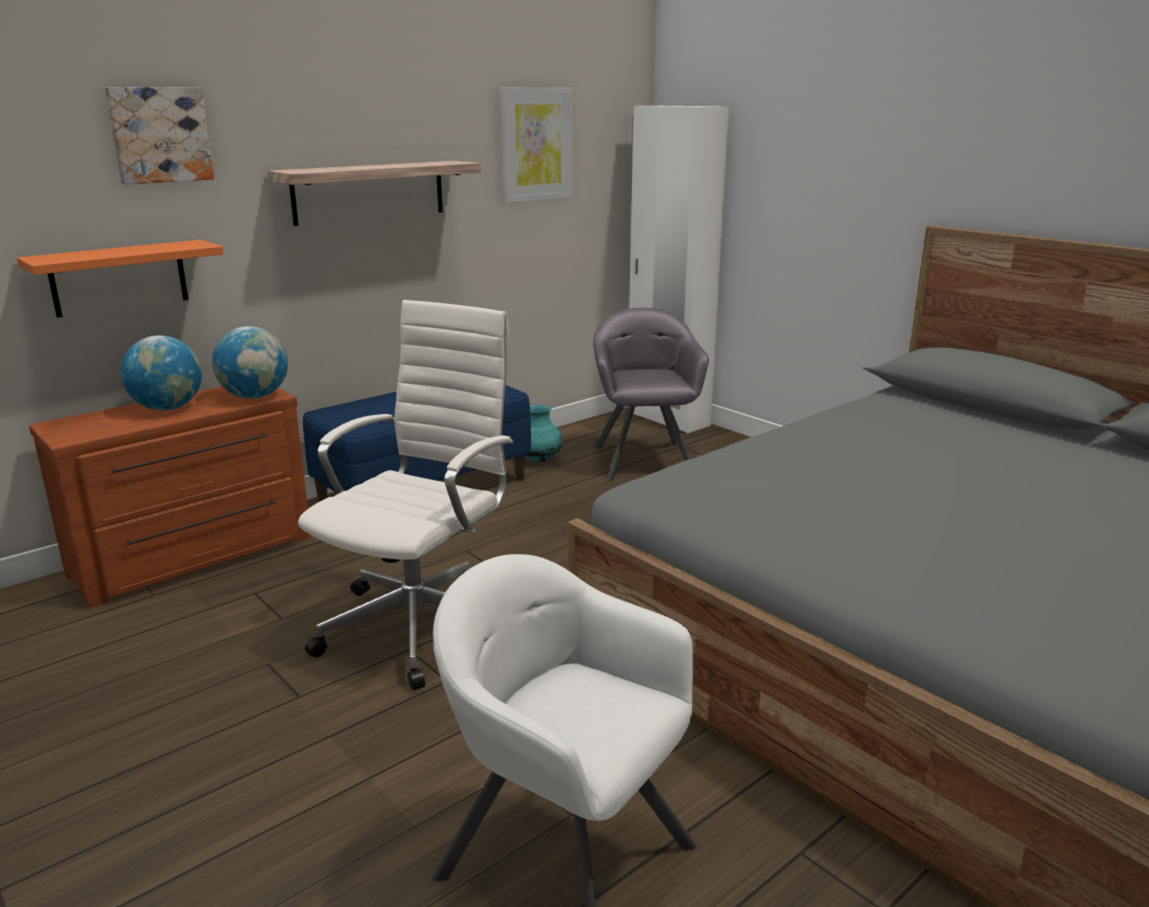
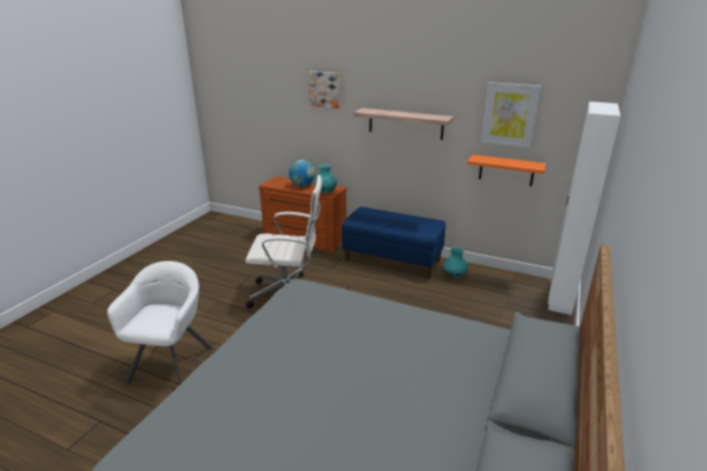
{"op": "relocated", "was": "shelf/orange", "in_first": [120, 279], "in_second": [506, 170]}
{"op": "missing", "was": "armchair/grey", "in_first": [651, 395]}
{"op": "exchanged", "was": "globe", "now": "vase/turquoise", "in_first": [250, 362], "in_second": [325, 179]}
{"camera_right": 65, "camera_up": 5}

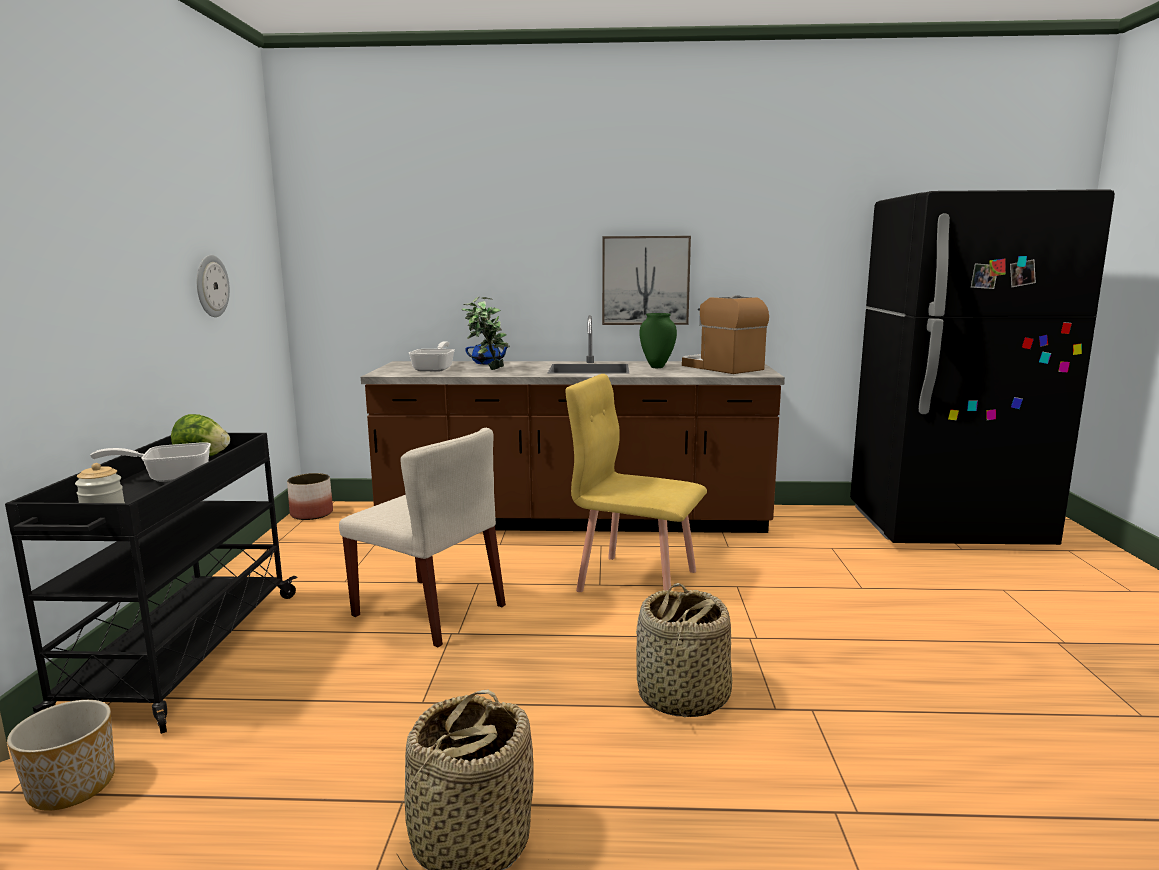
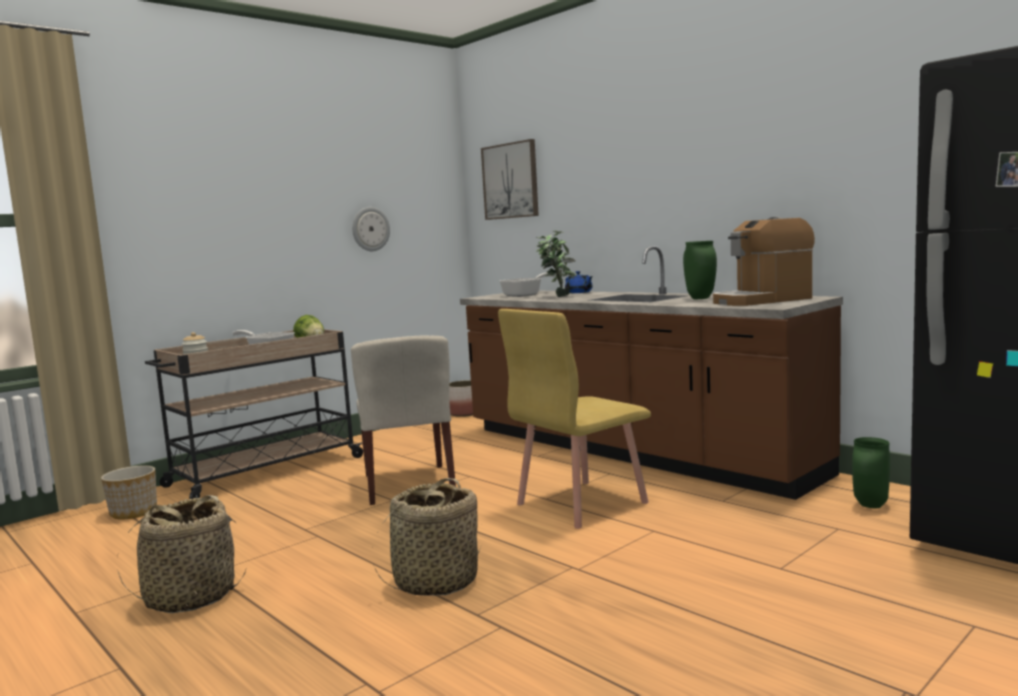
{"op": "relocated", "was": "picture", "in_first": [646, 280], "in_second": [510, 179]}
{"op": "spun", "was": "coffee machine", "in_first": [725, 334], "in_second": [764, 261], "clockwise": -120}
{"op": "spun", "was": "chair/yellow", "in_first": [636, 483], "in_second": [574, 419], "clockwise": -105}
{"op": "colour", "was": "cart/black", "now": "cart/beige", "in_first": [151, 583], "in_second": [254, 414]}
{"op": "appeared", "now": "vase/green", "in_second": [871, 472]}
{"camera_right": 45, "camera_up": -5}

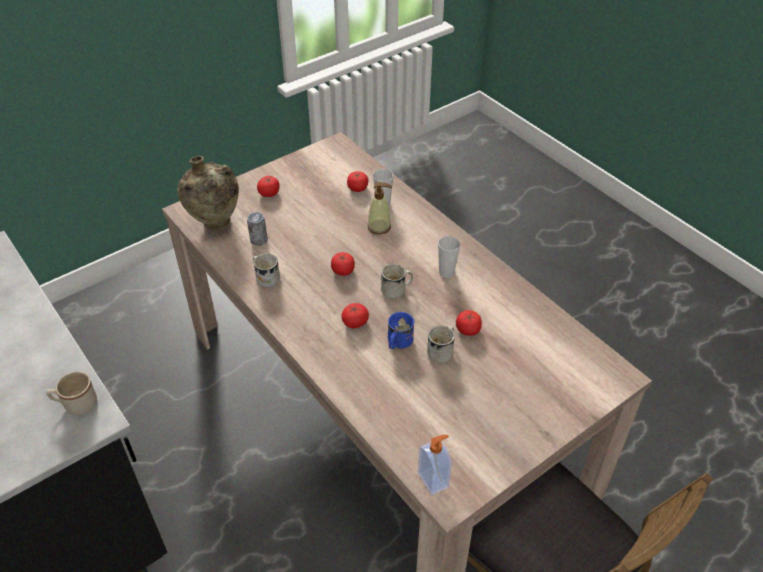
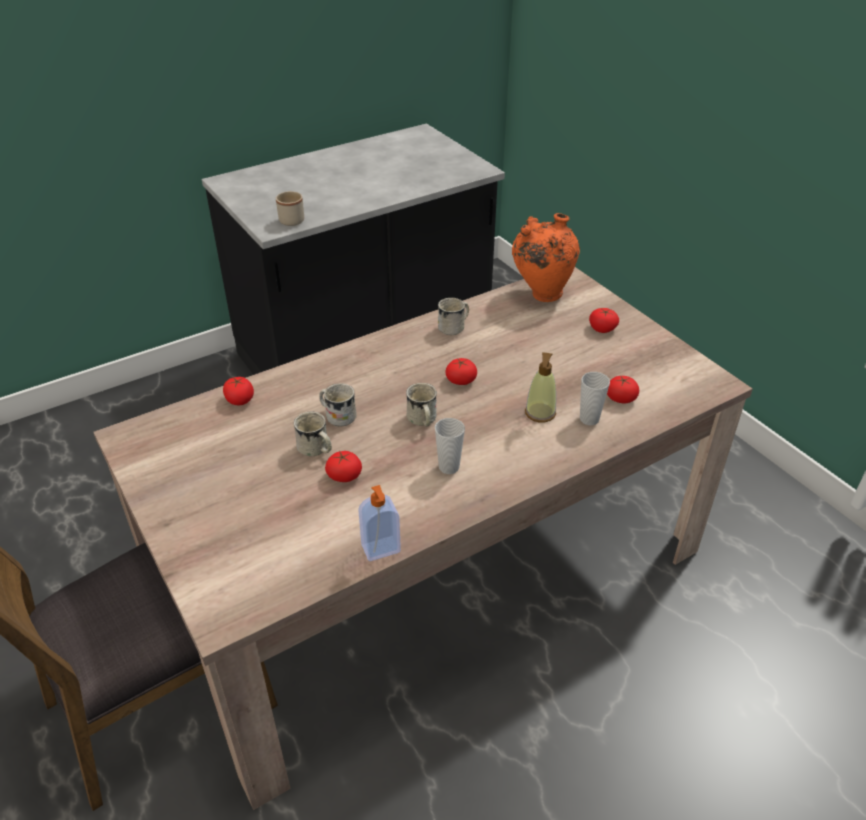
{"op": "colour", "was": "vase/beige", "now": "vase/orange", "in_first": [208, 193], "in_second": [546, 257]}
{"op": "missing", "was": "can", "in_first": [257, 229]}
{"op": "relocated", "was": "tomato", "in_first": [355, 315], "in_second": [238, 391]}
{"op": "colour", "was": "mug/blue", "now": "mug/white", "in_first": [401, 330], "in_second": [338, 405]}
{"op": "relocated", "was": "soap dispenser", "in_first": [435, 465], "in_second": [379, 523]}
{"camera_right": 95, "camera_up": -5}

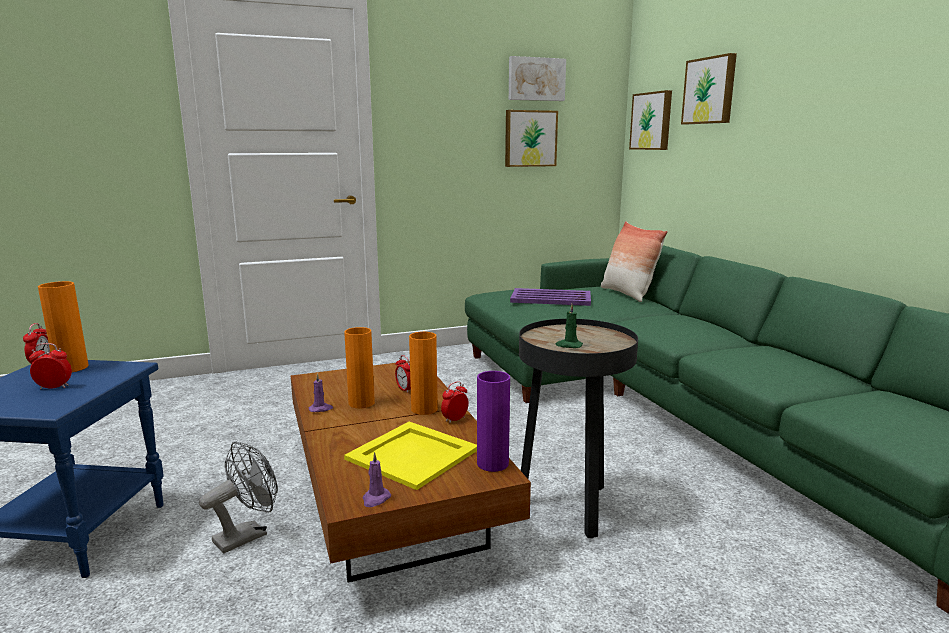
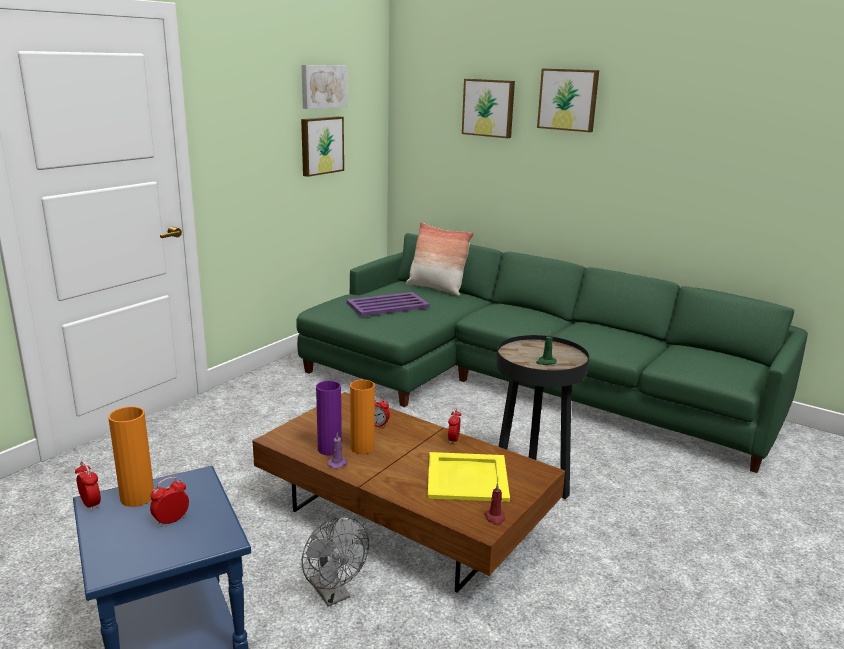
{"op": "relocated", "was": "picture", "in_first": [650, 120], "in_second": [568, 100]}
{"op": "missing", "was": "vase/orange", "in_first": [423, 373]}
{"op": "relocated", "was": "vase/purple", "in_first": [493, 421], "in_second": [329, 418]}
{"op": "spun", "was": "fan/grey", "in_first": [238, 497], "in_second": [335, 562], "clockwise": 135}
{"op": "colour", "was": "candle/purple", "now": "candle/red", "in_first": [377, 479], "in_second": [494, 504]}
{"camera_right": -35, "camera_up": 5}

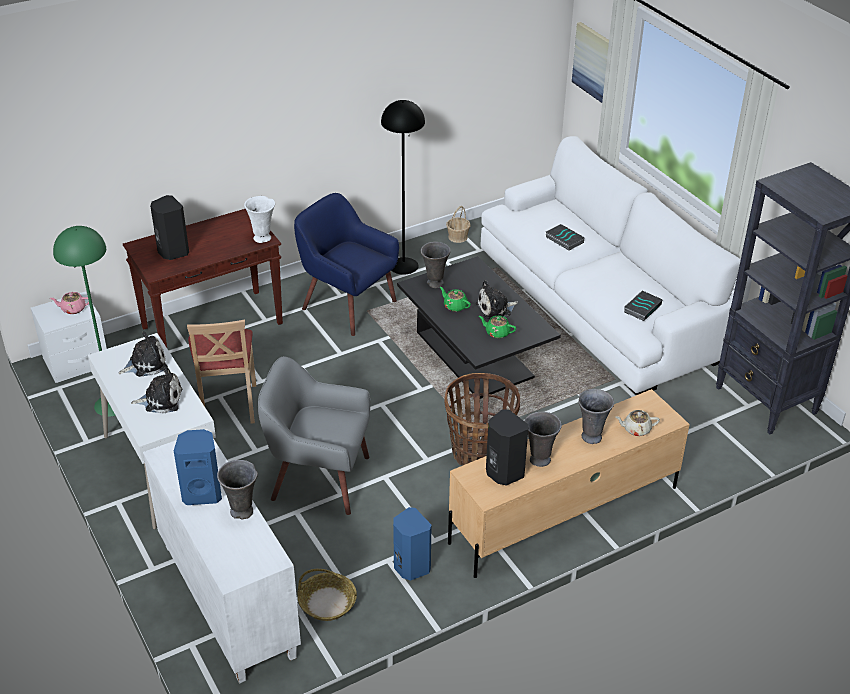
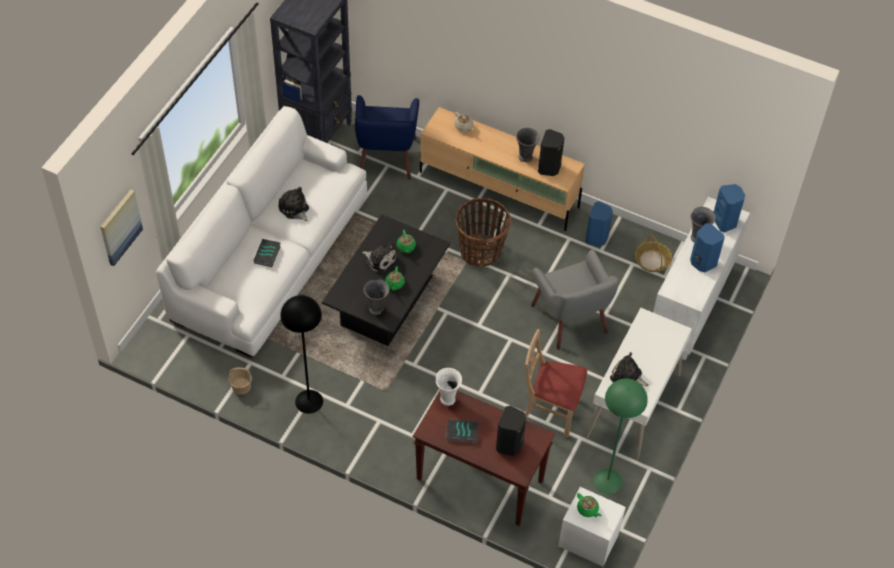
{"op": "relocated", "was": "armchair/blue", "in_first": [346, 264], "in_second": [387, 137]}
{"op": "relocated", "was": "book", "in_first": [643, 305], "in_second": [462, 431]}
{"op": "colour", "was": "teapot/pink", "now": "teapot/green", "in_first": [69, 303], "in_second": [589, 505]}
{"op": "spun", "was": "chair/beige", "in_first": [221, 372], "in_second": [556, 383], "clockwise": -120}
{"op": "relocated", "was": "plush toy", "in_first": [156, 390], "in_second": [293, 204]}
{"op": "missing", "was": "vase/grey", "in_first": [596, 416]}
{"op": "appeared", "now": "speaker/blue", "in_second": [729, 208]}
{"camera_right": -125, "camera_up": 15}

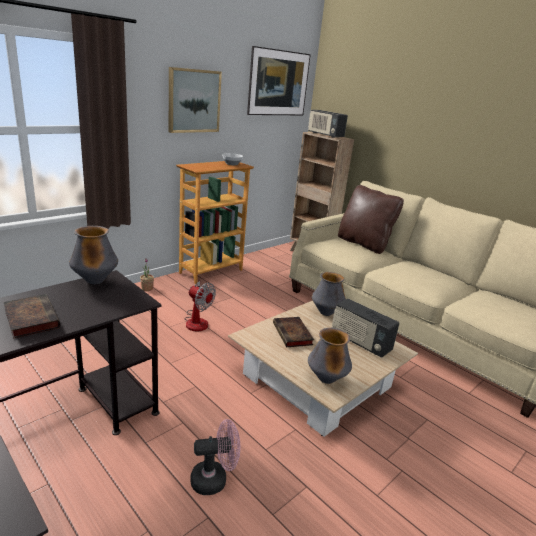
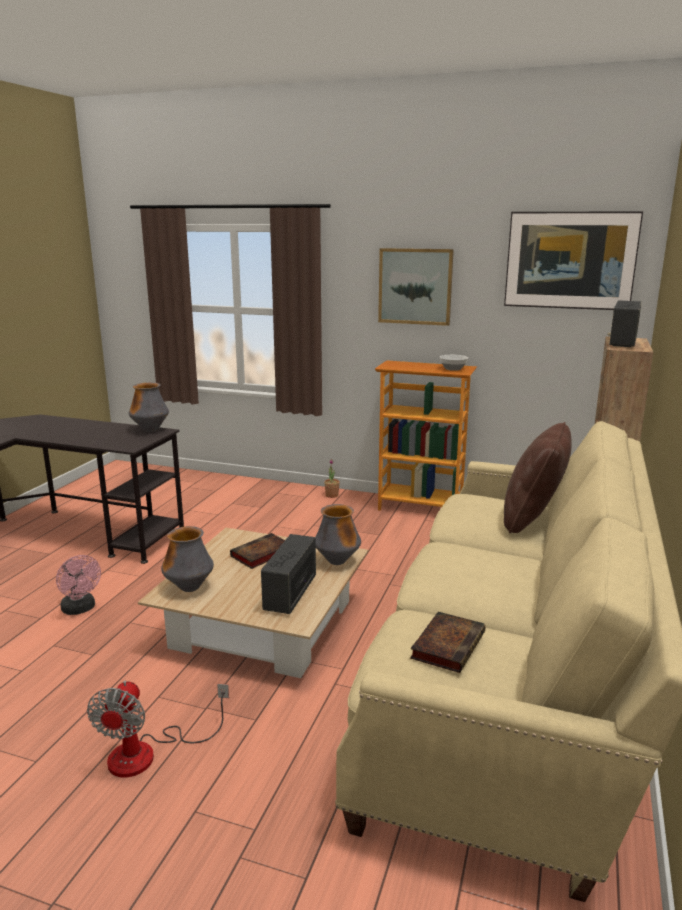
{"op": "relocated", "was": "fan", "in_first": [200, 306], "in_second": [158, 729]}
{"op": "relocated", "was": "book", "in_first": [32, 316], "in_second": [447, 642]}
{"camera_right": 65, "camera_up": -5}

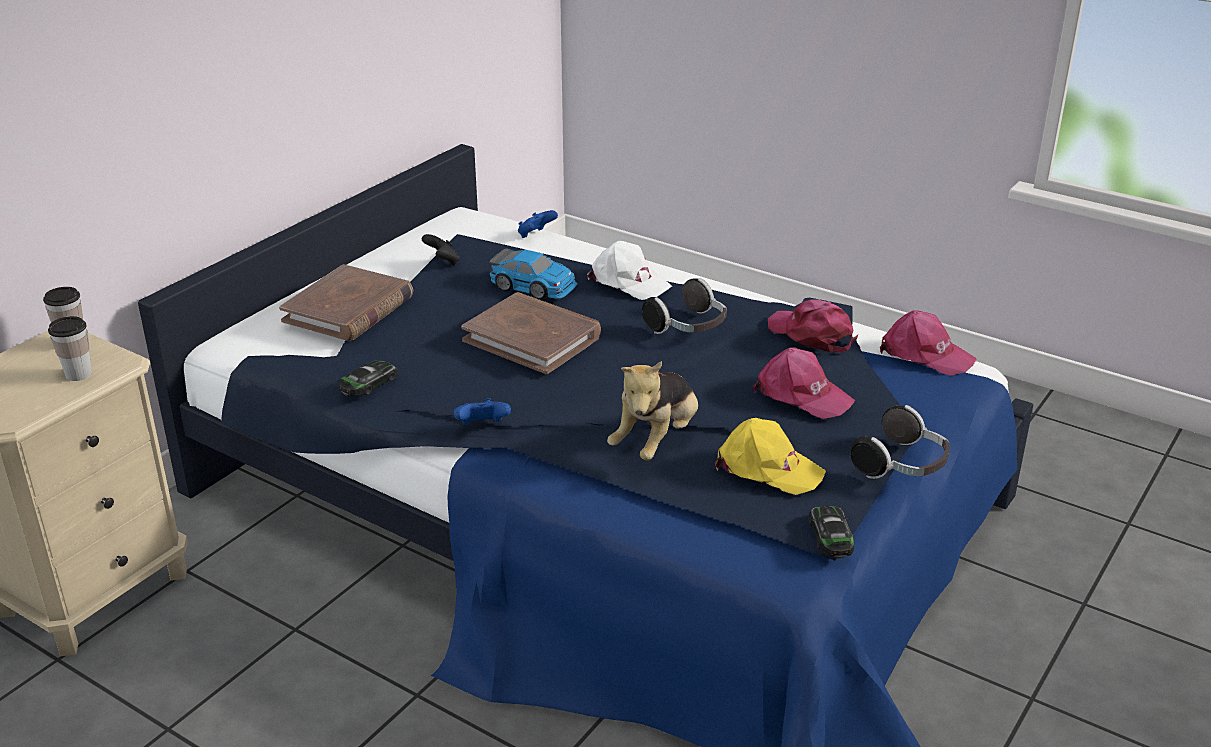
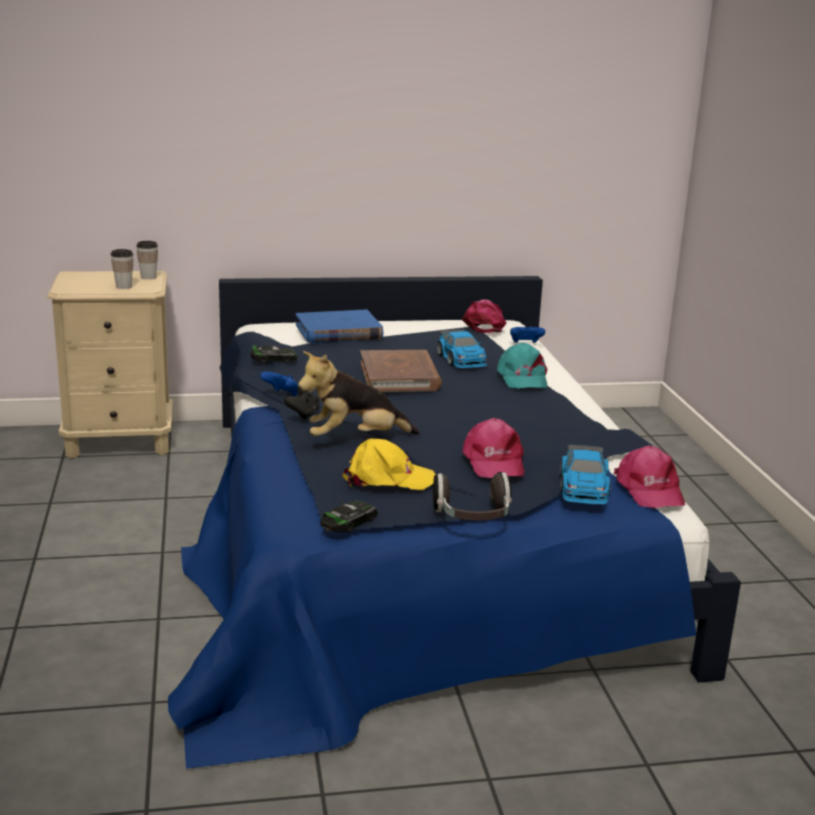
{"op": "relocated", "was": "game controller/black", "in_first": [441, 250], "in_second": [302, 404]}
{"op": "colour", "was": "cap/white", "now": "cap/turquoise", "in_first": [629, 270], "in_second": [522, 365]}
{"op": "colour", "was": "book/brown", "now": "book/blue", "in_first": [346, 302], "in_second": [339, 326]}
{"op": "missing", "was": "headphones", "in_first": [684, 306]}
{"op": "relocated", "was": "cap/pink", "in_first": [813, 326], "in_second": [484, 316]}
{"op": "spun", "was": "cap/yellow", "in_first": [770, 456], "in_second": [389, 464], "clockwise": -75}
{"op": "appeared", "now": "toy car", "in_second": [585, 475]}
{"camera_right": 45, "camera_up": -10}

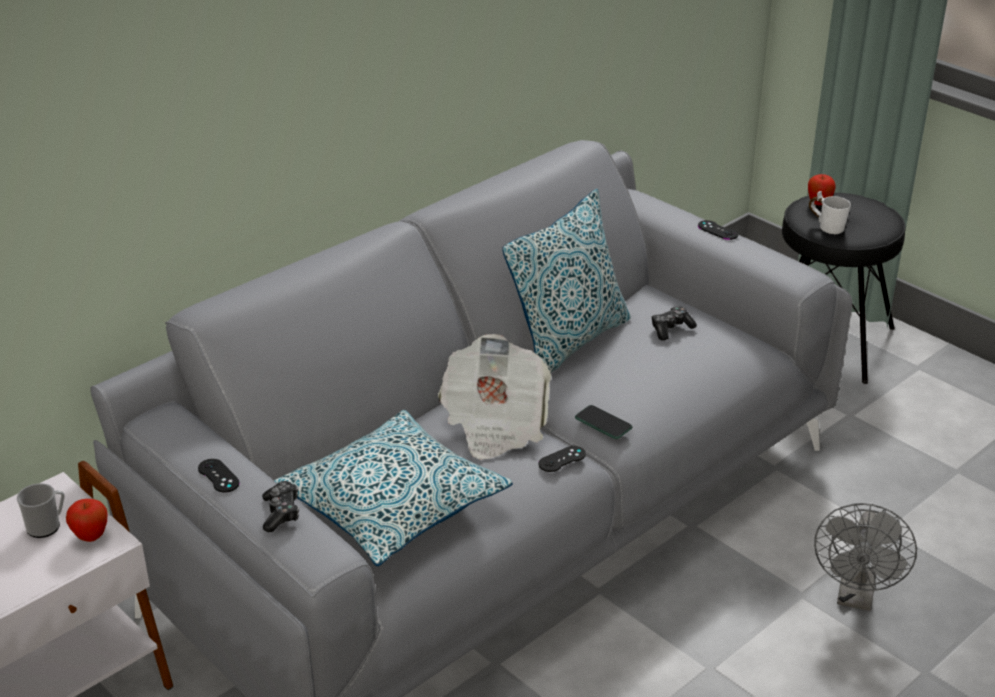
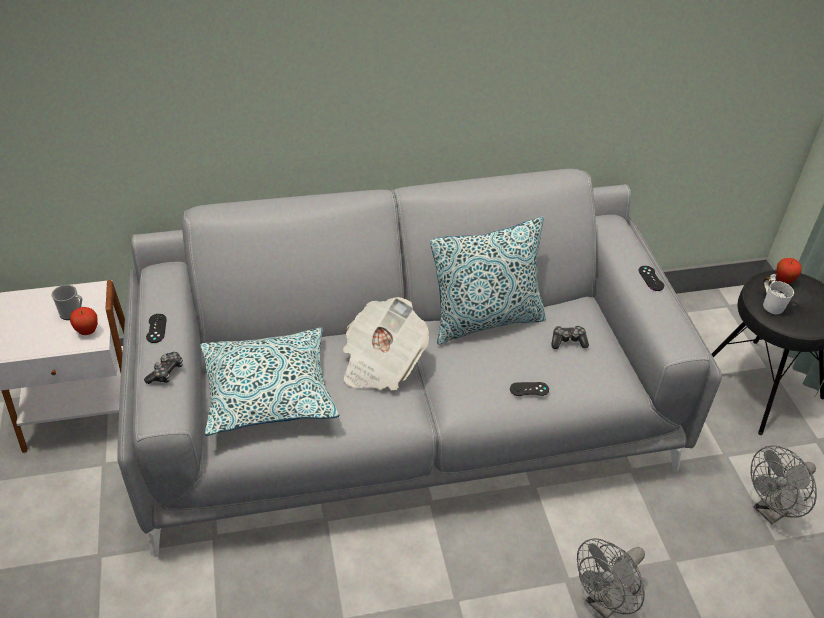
{"op": "missing", "was": "phone", "in_first": [603, 422]}
{"op": "relocated", "was": "game controller/black", "in_first": [562, 459], "in_second": [529, 389]}
{"op": "appeared", "now": "fan/grey", "in_second": [784, 485]}
{"camera_right": 30, "camera_up": 10}

